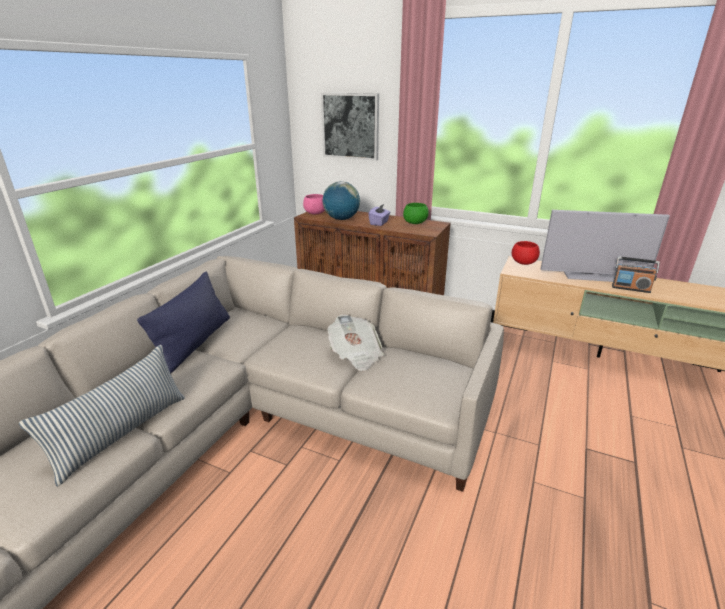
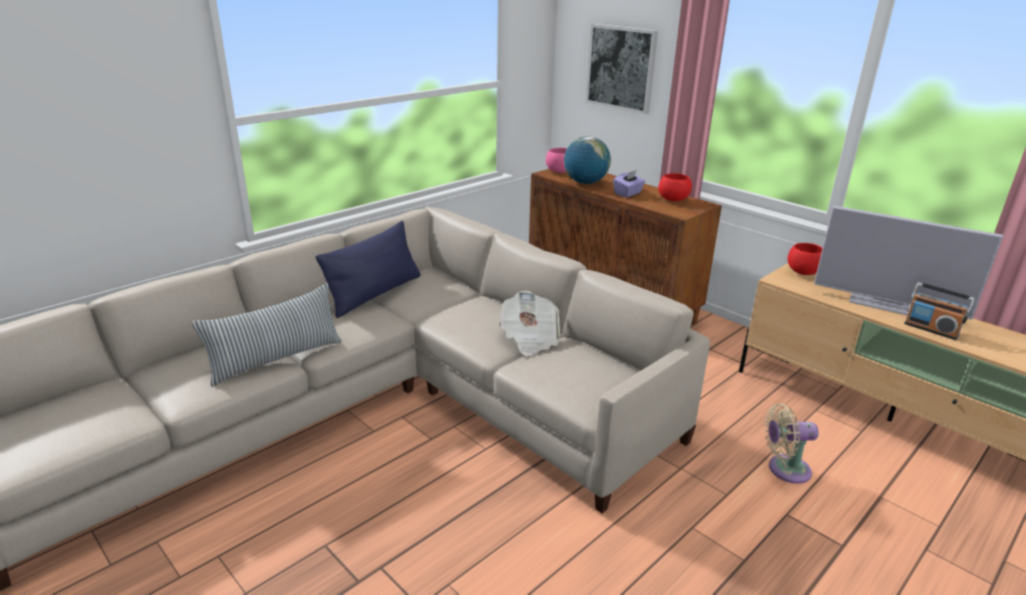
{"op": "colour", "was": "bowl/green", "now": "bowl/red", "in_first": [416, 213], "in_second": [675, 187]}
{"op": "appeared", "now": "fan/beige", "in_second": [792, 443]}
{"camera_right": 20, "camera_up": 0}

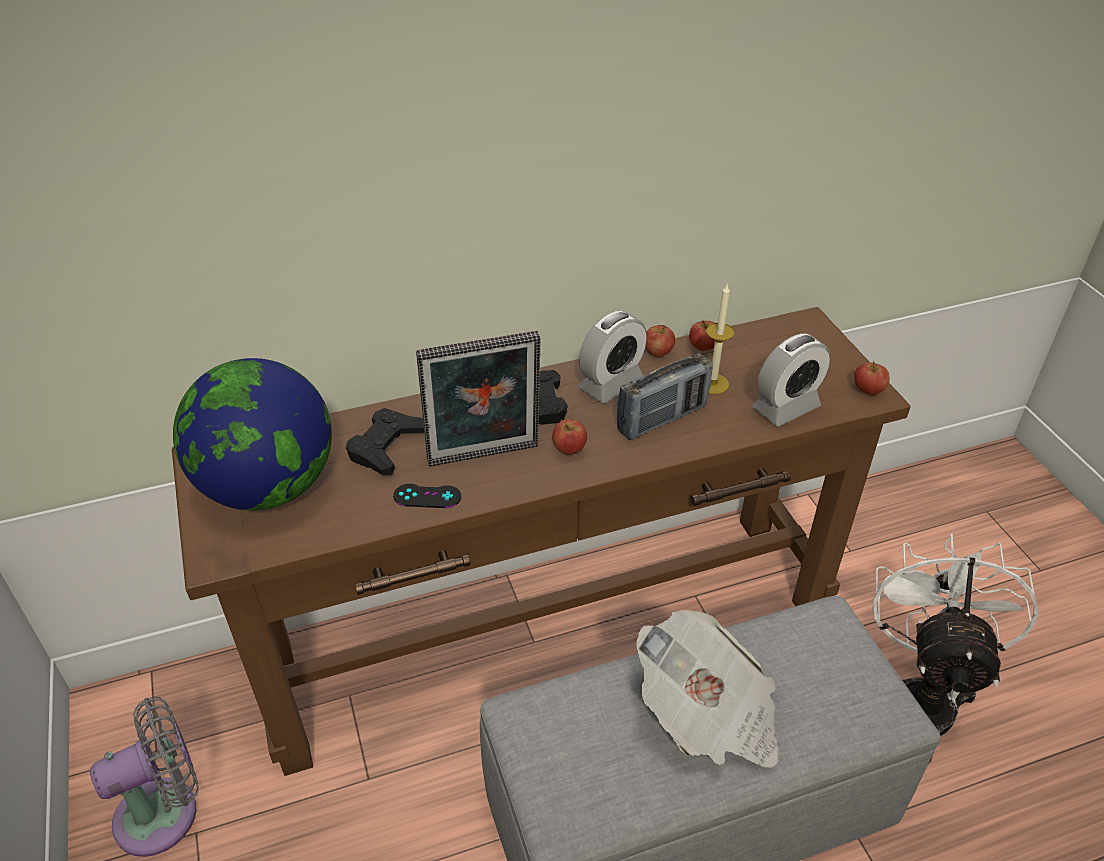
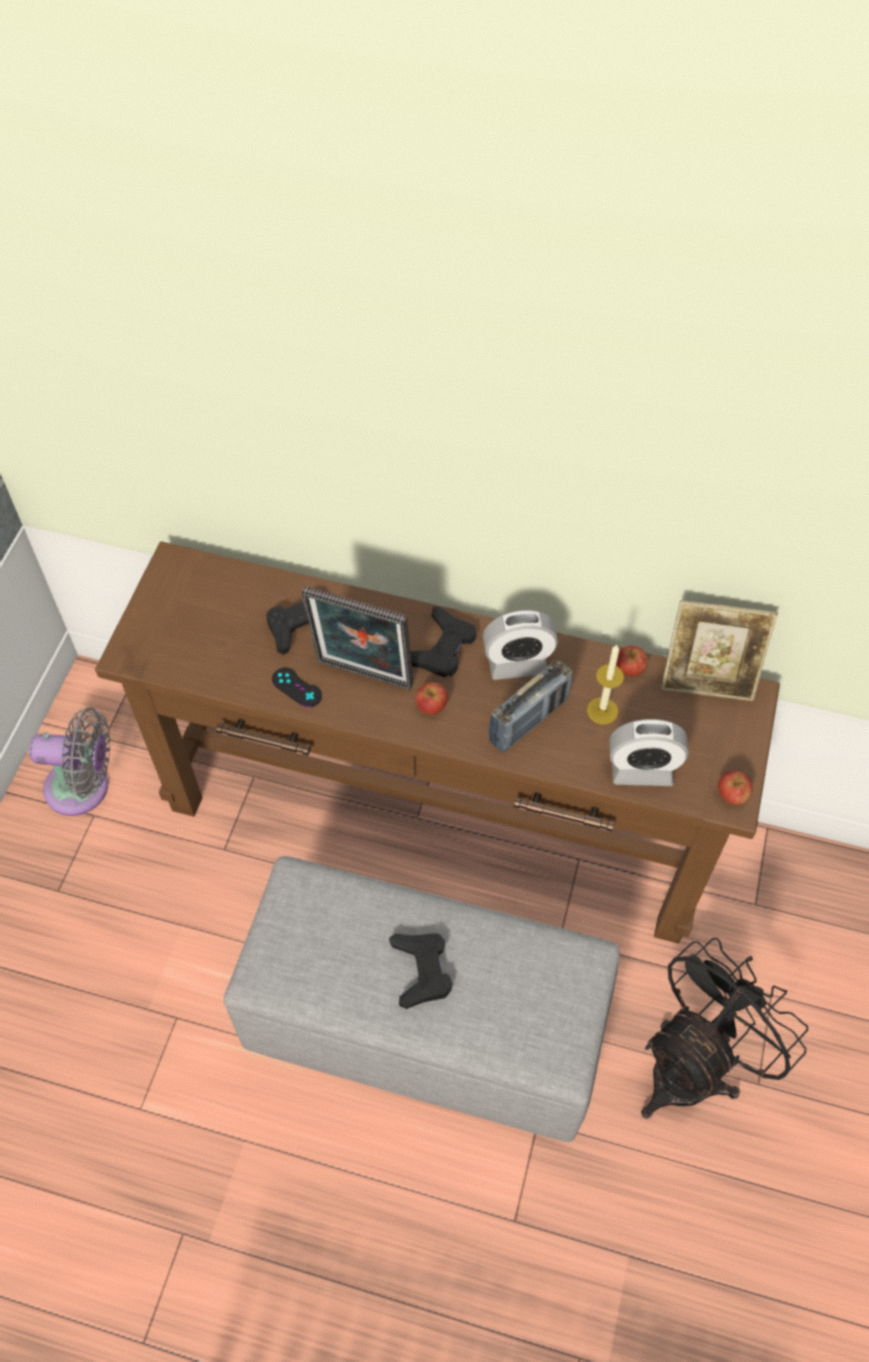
{"op": "missing", "was": "apple", "in_first": [660, 341]}
{"op": "spun", "was": "radio", "in_first": [665, 396], "in_second": [531, 706], "clockwise": -45}
{"op": "missing", "was": "globe", "in_first": [252, 434]}
{"op": "colour", "was": "fan/white", "now": "fan/black", "in_first": [956, 648], "in_second": [724, 1028]}
{"op": "exchanged", "was": "newspaper", "now": "game controller/black", "in_first": [707, 689], "in_second": [420, 971]}
{"op": "appeared", "now": "picture frame", "in_second": [719, 650]}
{"camera_right": 35, "camera_up": 15}

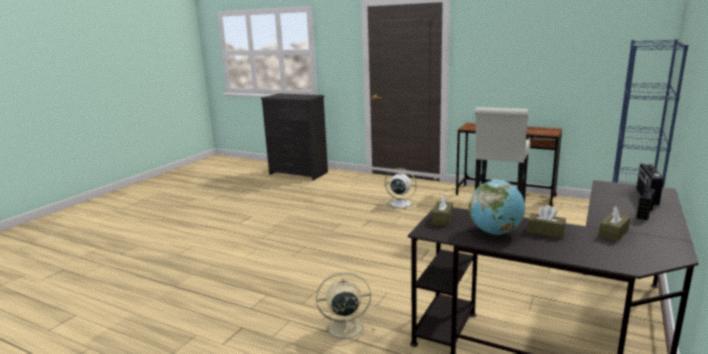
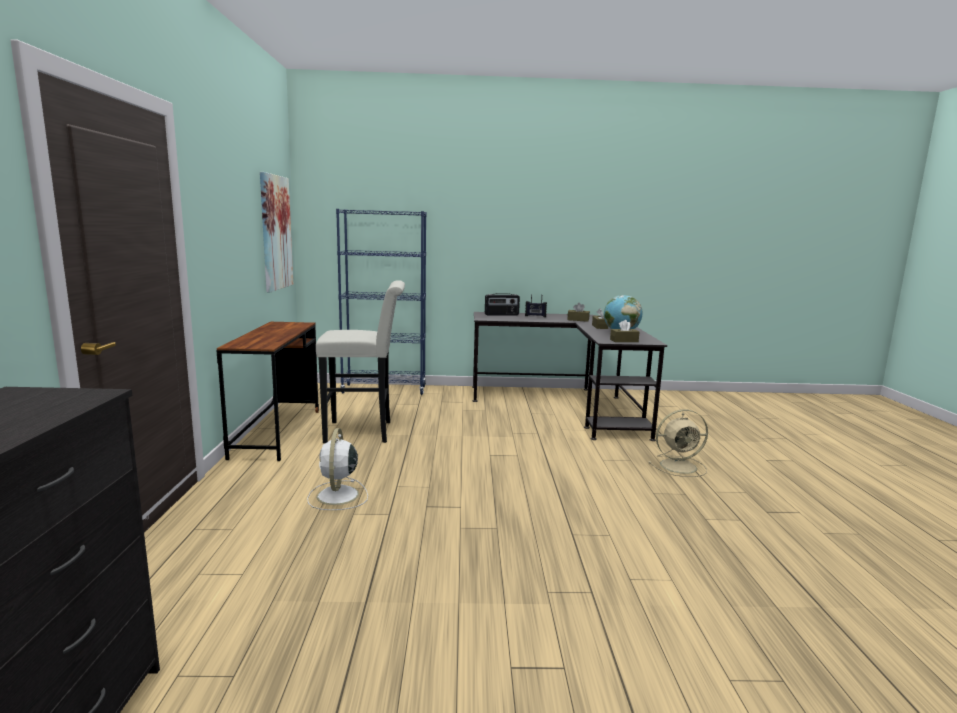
{"op": "spun", "was": "fan/beige", "in_first": [345, 309], "in_second": [678, 443], "clockwise": -60}
{"op": "appeared", "now": "picture", "in_second": [276, 232]}
{"camera_right": -120, "camera_up": -5}

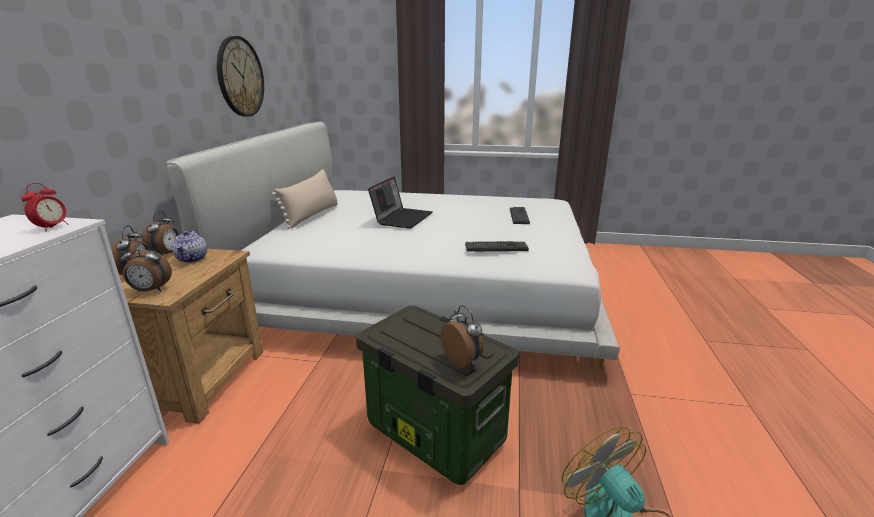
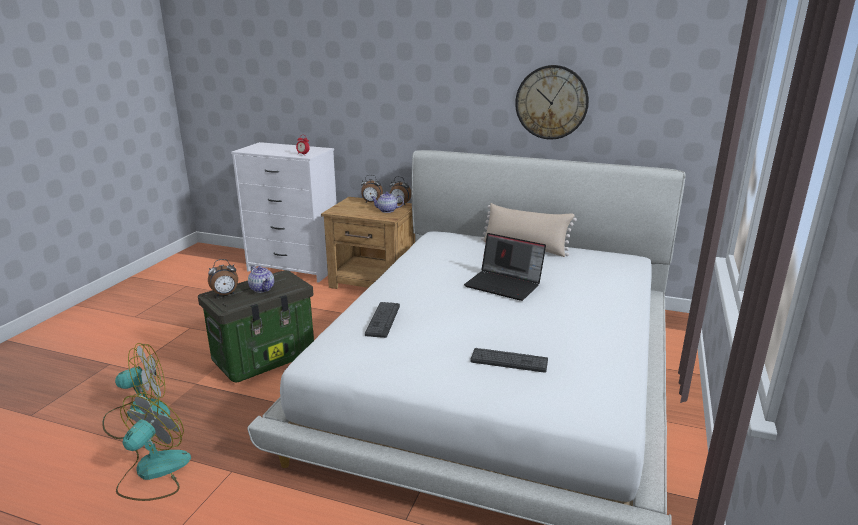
{"op": "missing", "was": "alarm clock", "in_first": [146, 266]}
{"op": "appeared", "now": "teapot", "in_second": [261, 279]}
{"op": "appeared", "now": "fan", "in_second": [153, 447]}
{"camera_right": 100, "camera_up": 0}

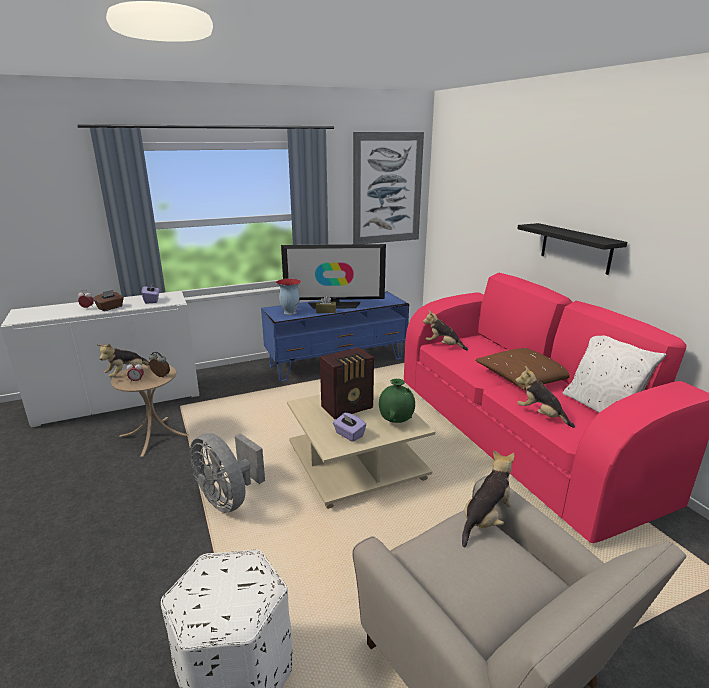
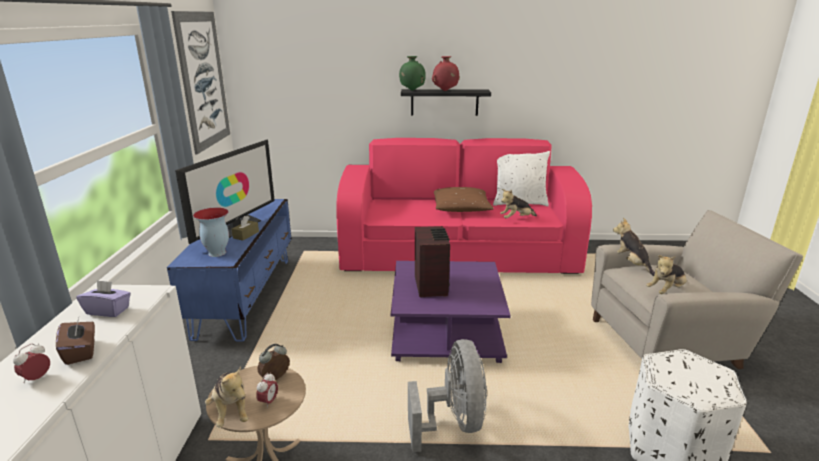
{"op": "relocated", "was": "plush toy", "in_first": [445, 330], "in_second": [666, 274]}
{"op": "relocated", "was": "vase/green", "in_first": [397, 401], "in_second": [412, 73]}
{"op": "colour", "was": "coffee table/beige", "now": "coffee table/purple", "in_first": [361, 445], "in_second": [451, 312]}
{"op": "missing", "was": "tissue box/purple", "in_first": [349, 427]}
{"op": "spun", "was": "fan/grey", "in_first": [227, 473], "in_second": [447, 395], "clockwise": -75}
{"op": "appeared", "now": "vase/red", "in_second": [446, 73]}
{"camera_right": -65, "camera_up": 0}

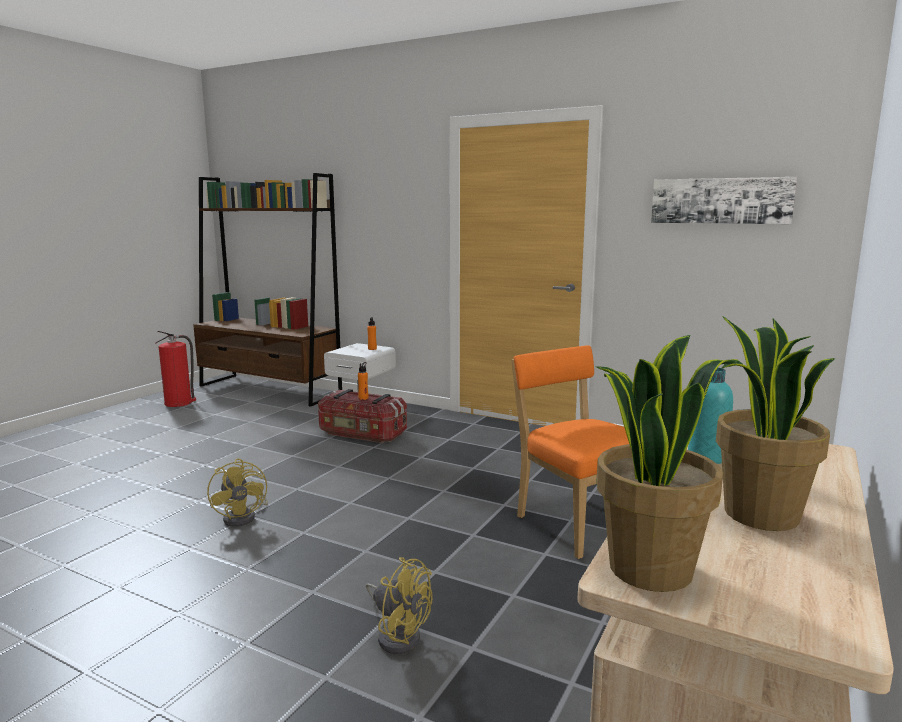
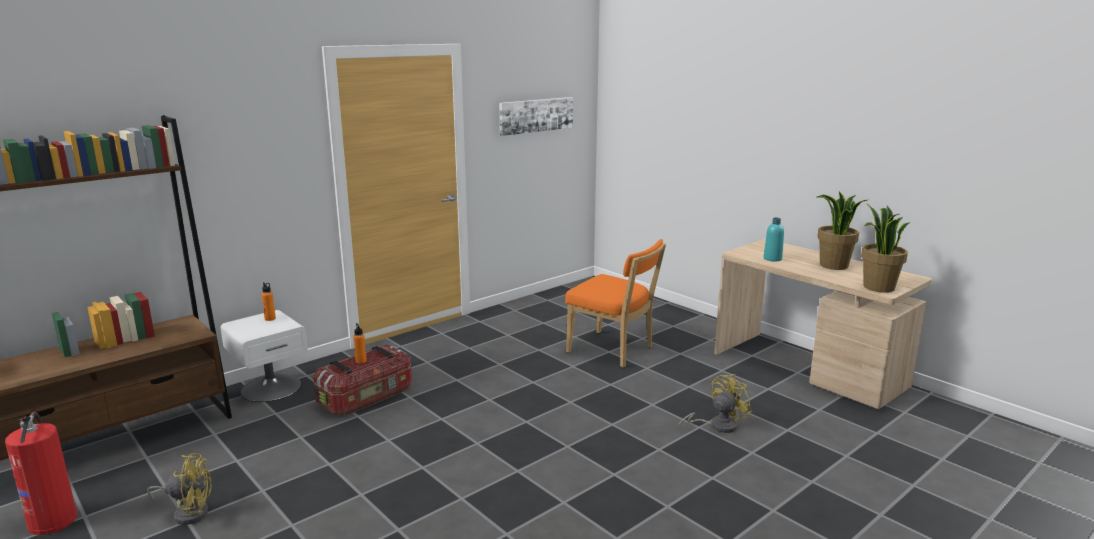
{"op": "spun", "was": "chair/orange", "in_first": [570, 452], "in_second": [615, 303], "clockwise": -135}
{"op": "relocated", "was": "fan/yellow", "in_first": [237, 492], "in_second": [179, 489]}
{"camera_right": -70, "camera_up": 5}

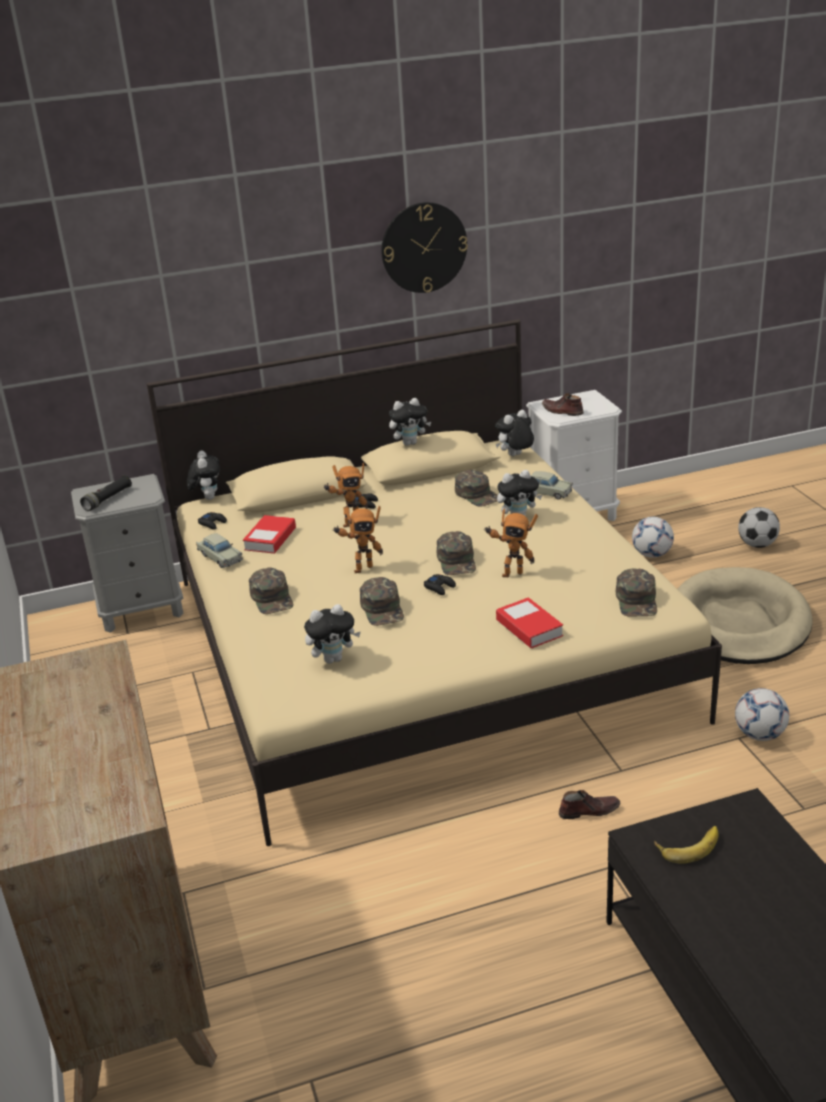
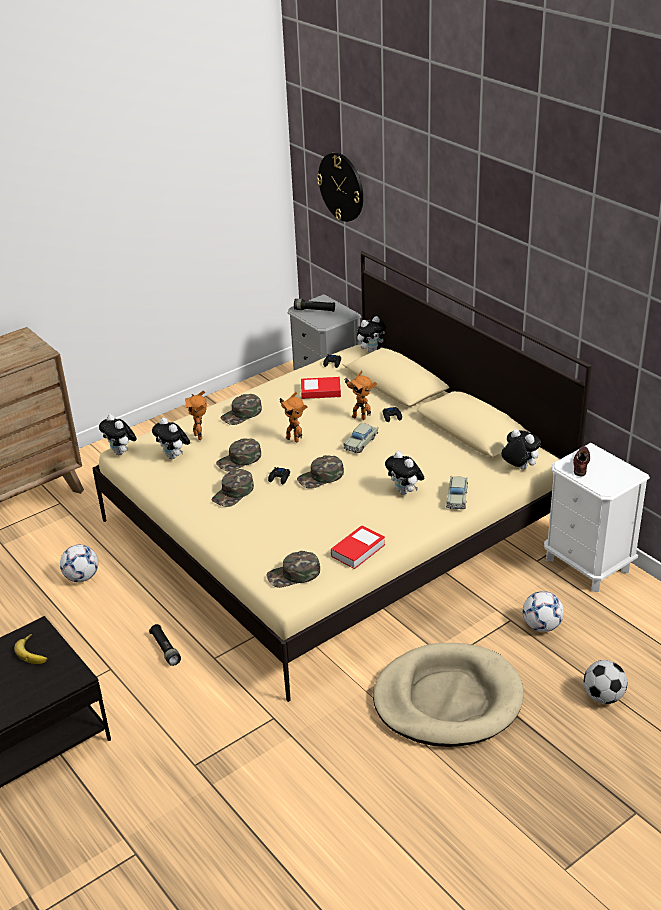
{"op": "relocated", "was": "wall clock", "in_first": [425, 247], "in_second": [340, 187]}
{"op": "relocated", "was": "plush toy", "in_first": [410, 422], "in_second": [118, 434]}
{"op": "relocated", "was": "cap/green", "in_first": [476, 488], "in_second": [233, 488]}
{"op": "relocated", "was": "toy robot", "in_first": [511, 543], "in_second": [196, 415]}
{"op": "relocated", "was": "toy car/beige", "in_first": [219, 550], "in_second": [360, 438]}
{"op": "relocated", "was": "book", "in_first": [529, 622], "in_second": [358, 547]}
{"op": "relocated", "was": "football", "in_first": [762, 714], "in_second": [79, 563]}
{"op": "exchanged", "was": "shoe/brown", "now": "flashlight/black", "in_first": [589, 804], "in_second": [165, 645]}
{"camera_right": 70, "camera_up": 5}

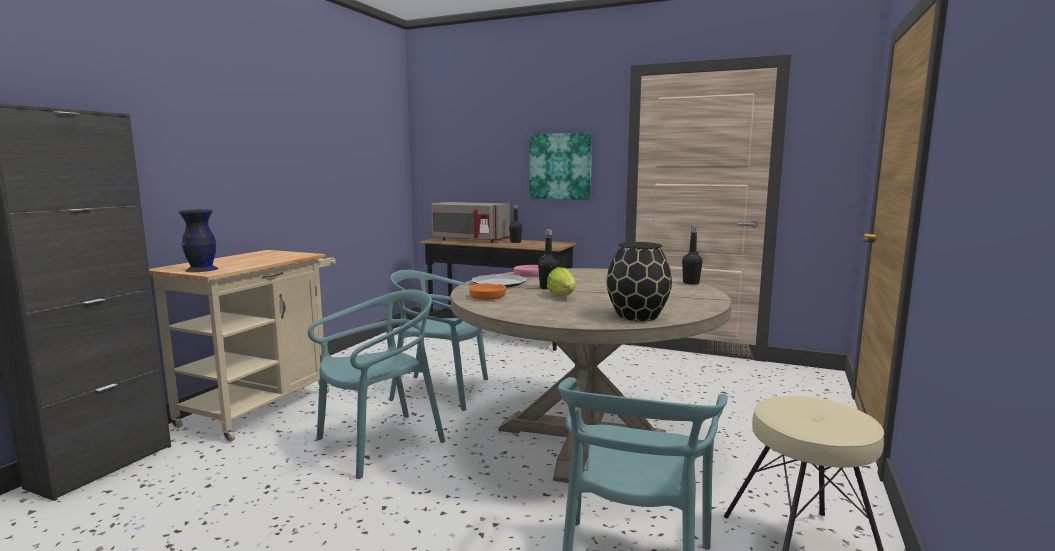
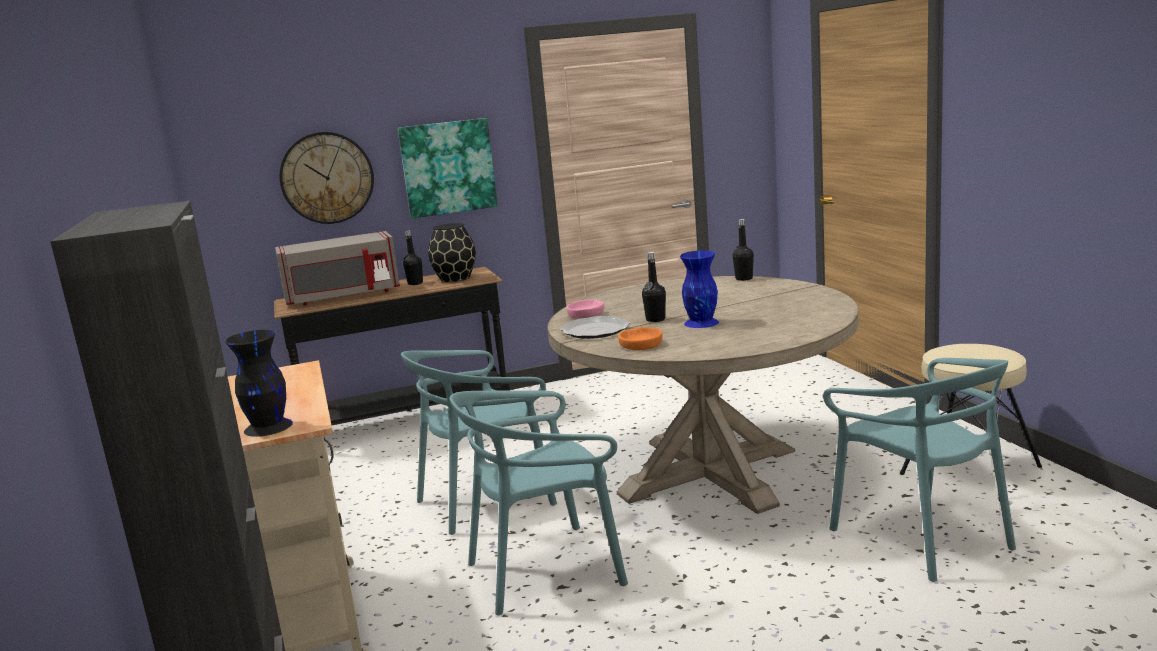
{"op": "relocated", "was": "vase/black", "in_first": [639, 281], "in_second": [452, 252]}
{"op": "exchanged", "was": "lettuce", "now": "vase/blue", "in_first": [561, 281], "in_second": [699, 289]}
{"op": "spun", "was": "chair/turquoise", "in_first": [376, 384], "in_second": [538, 502], "clockwise": -120}
{"op": "appeared", "now": "wall clock", "in_second": [326, 178]}
{"camera_right": -40, "camera_up": 5}

